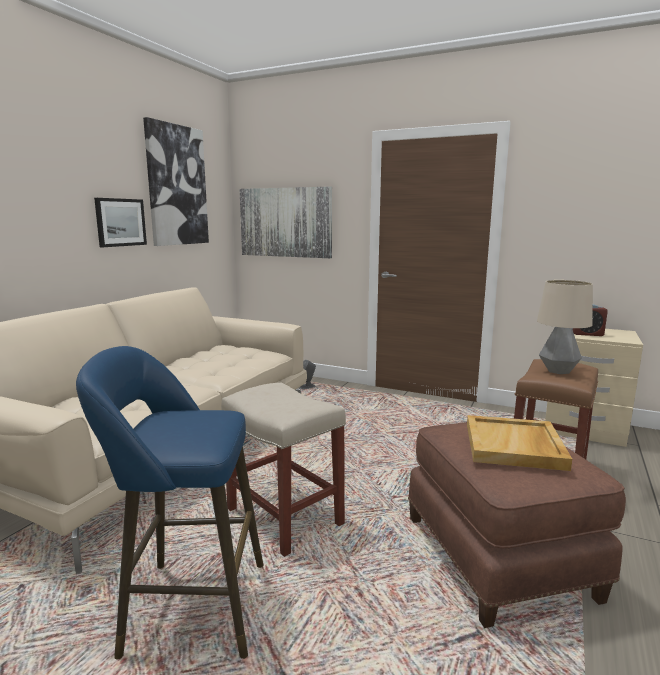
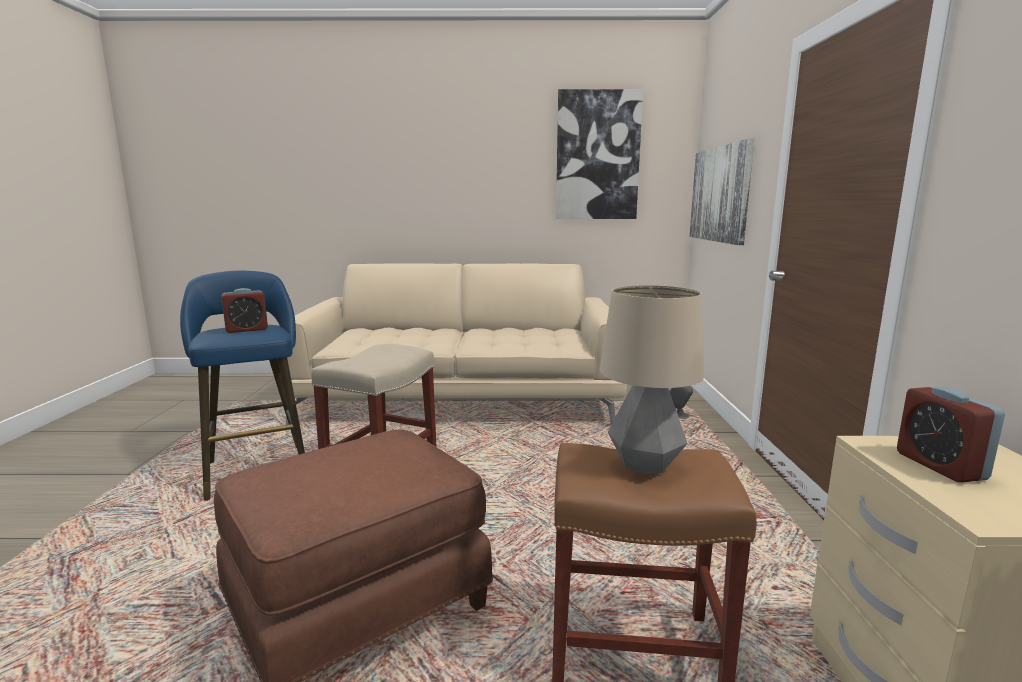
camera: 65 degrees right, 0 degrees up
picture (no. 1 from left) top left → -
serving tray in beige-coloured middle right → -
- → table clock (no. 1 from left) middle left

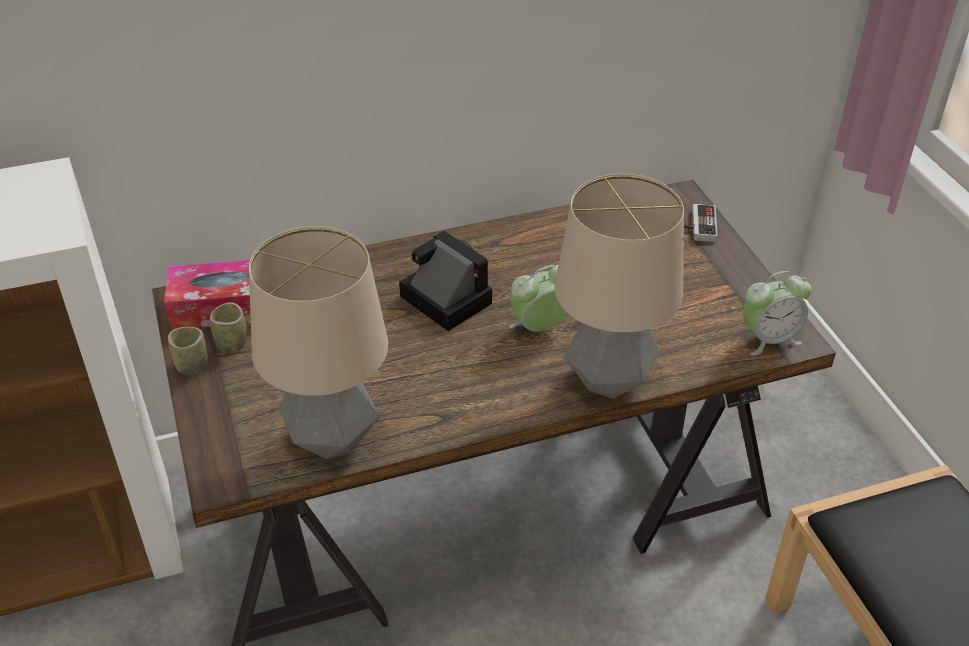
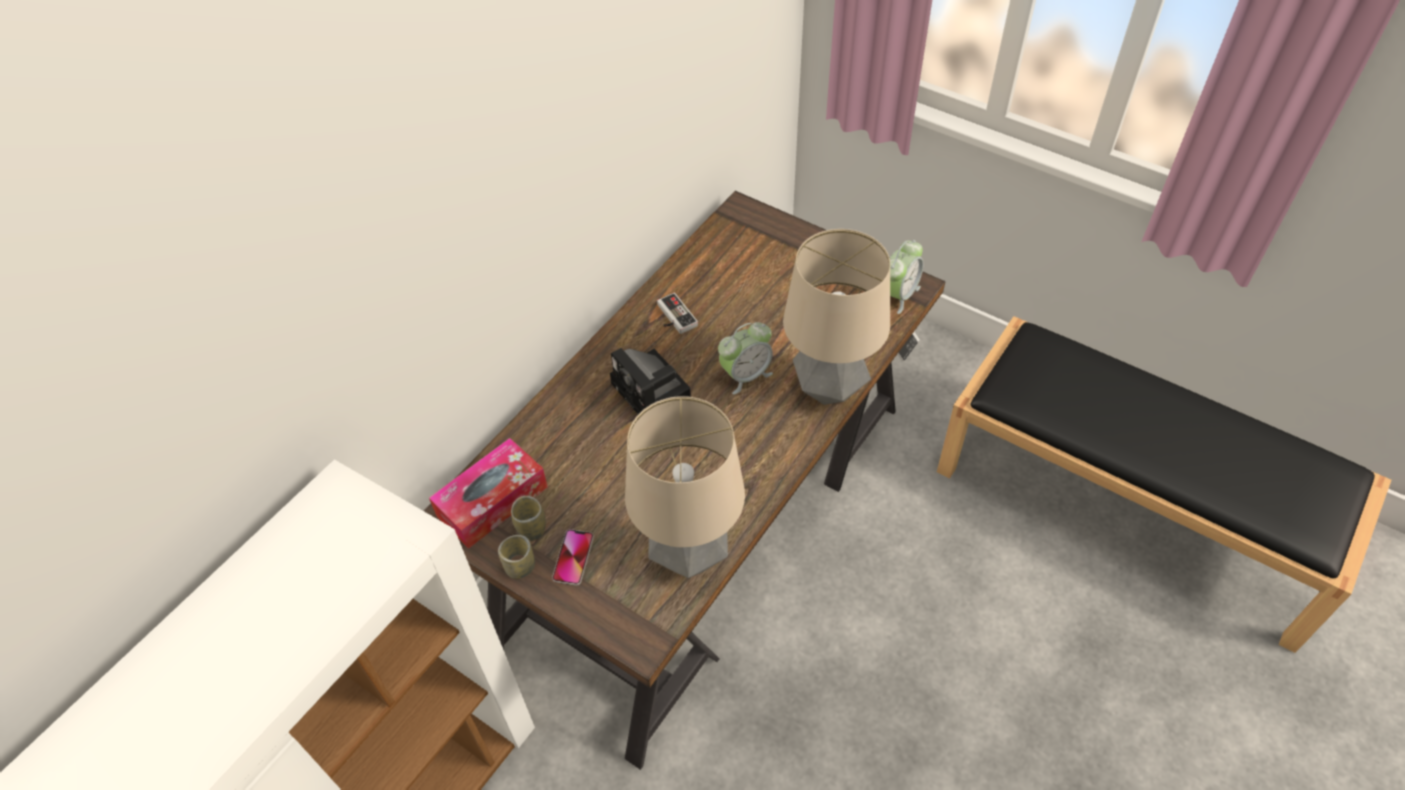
camera: 35 degrees left, 10 degrees up
- → telephone bottom centre
joypad middle right → joypad centre, shifted
still camera centre, 135 degrees counterclockwise
table clock (no. 1 from left) centre, 150 degrees counterclockwise

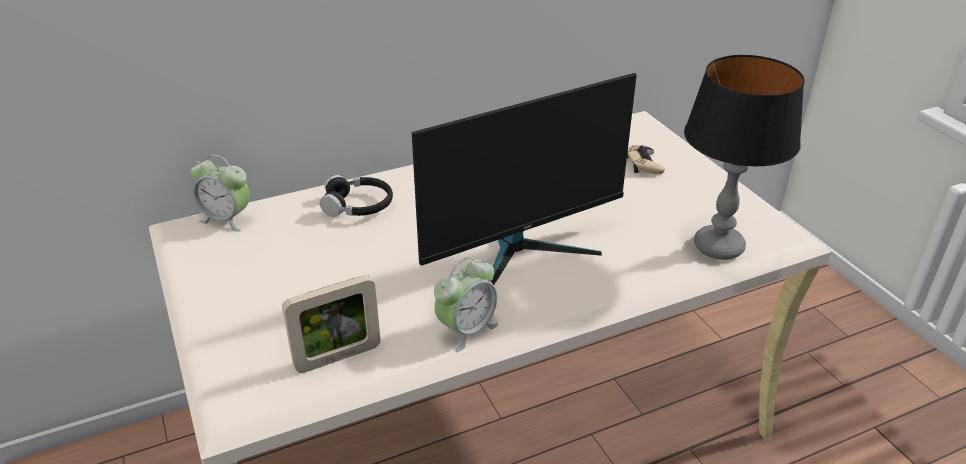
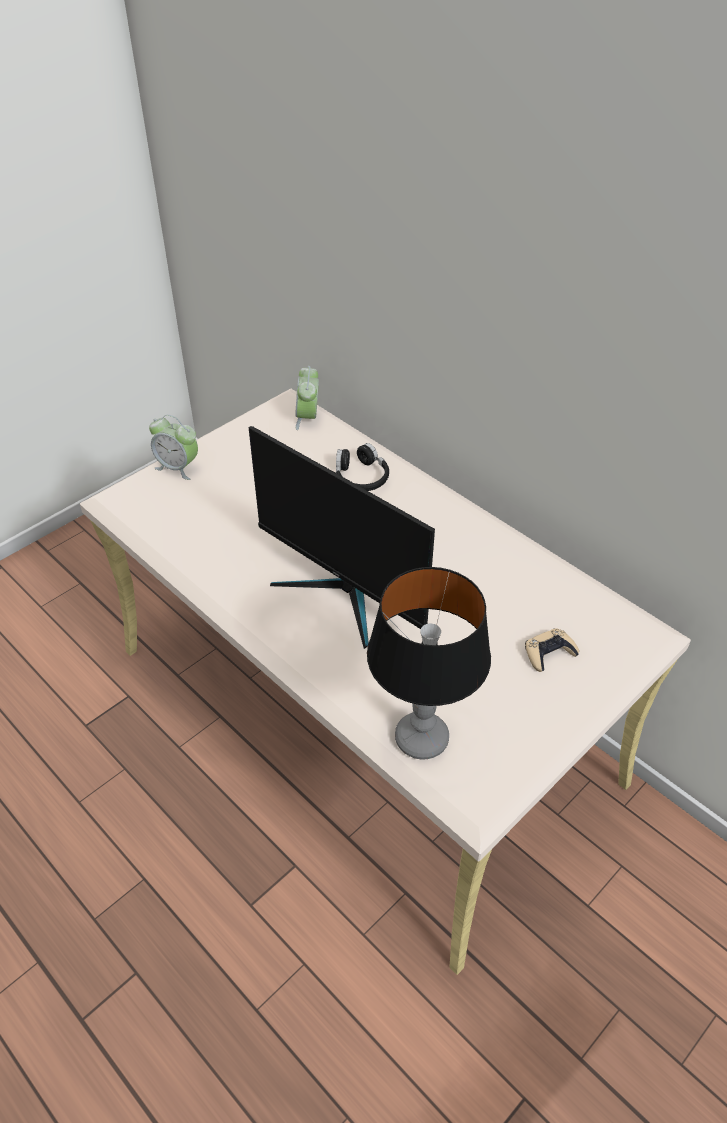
camera: 70 degrees right, 10 degrees up
standing frame bottom centre → -
table clock (no. 2 from left in the first image) centre → table clock (no. 1 from left) middle left, shifted

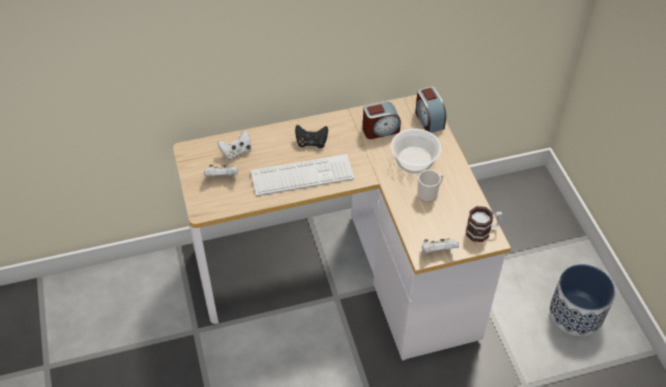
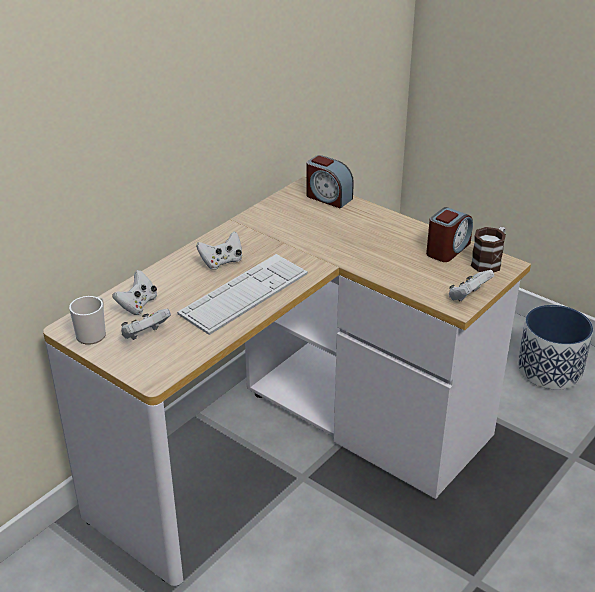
camera: 35 degrees left, 15 degrees down
bowl centre → -
table clock (no. 1 from left in the first image) top centre → table clock (no. 2 from left) middle right, shifted
tea mug (no. 1 from left) centre → tea mug (no. 1 from left) middle left, shifted
joypad in black centre → joypad in white-coloured (no. 3 from left) centre

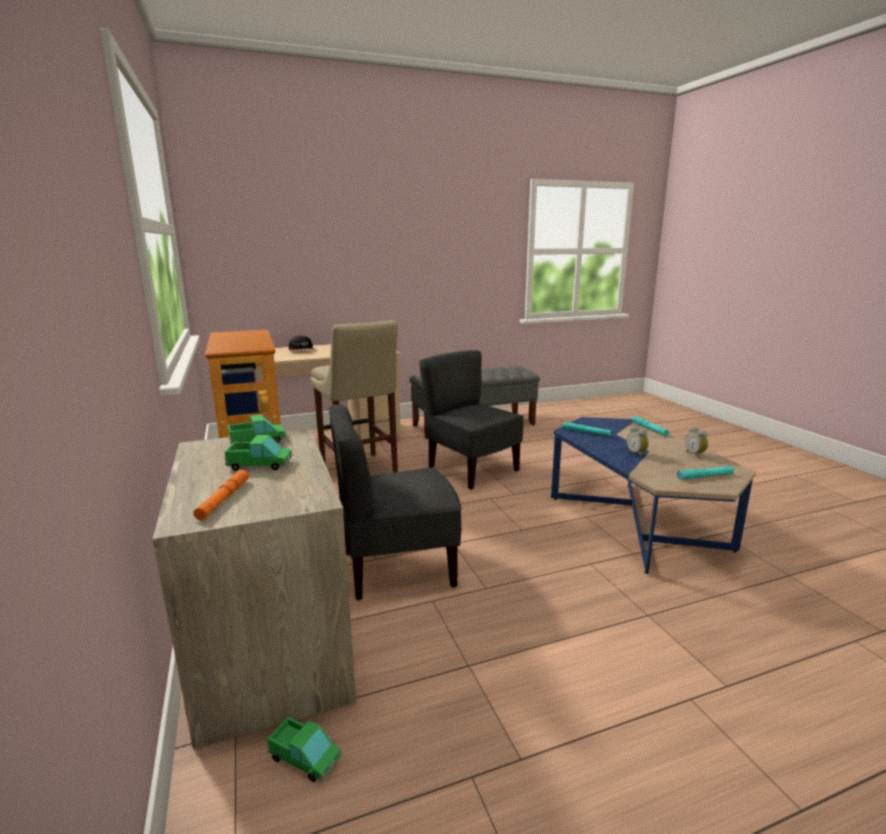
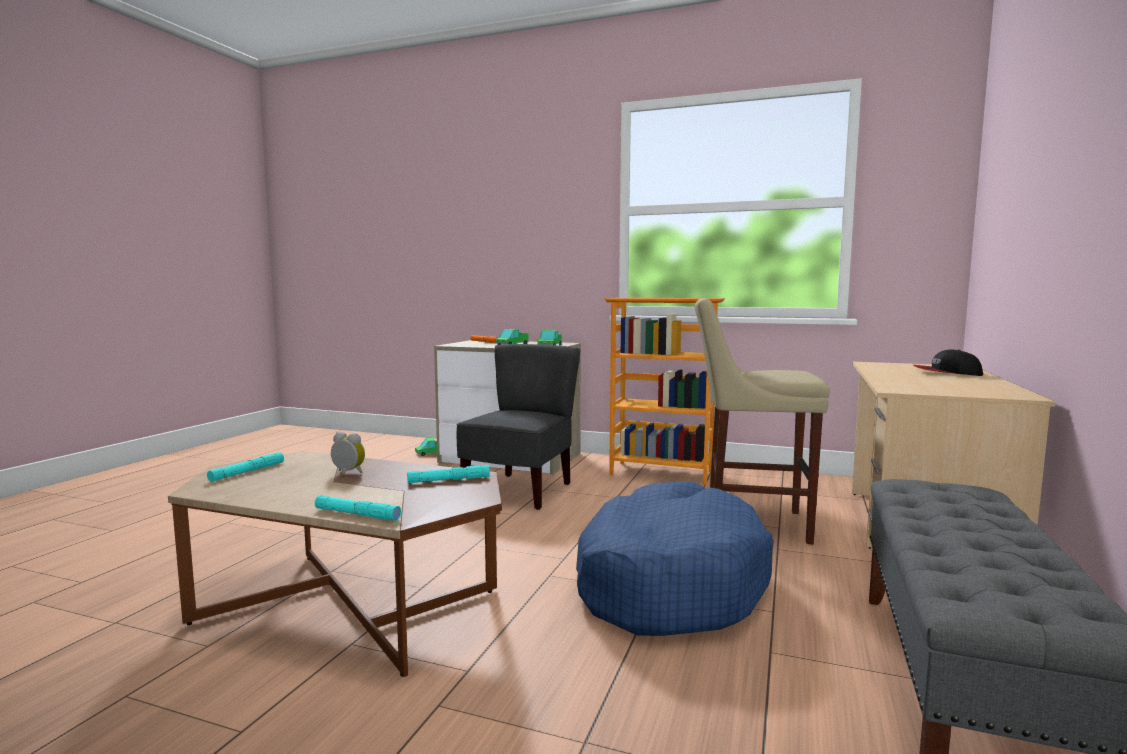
camera: 130 degrees right, 10 degrees down
table clock (no. 2 from left) middle right → -
plain chair in greyish (no. 2 from left) centre → pet bed in blue-coloured bottom centre
coffee table in blue-coloured middle right → coffee table in brown bottom left

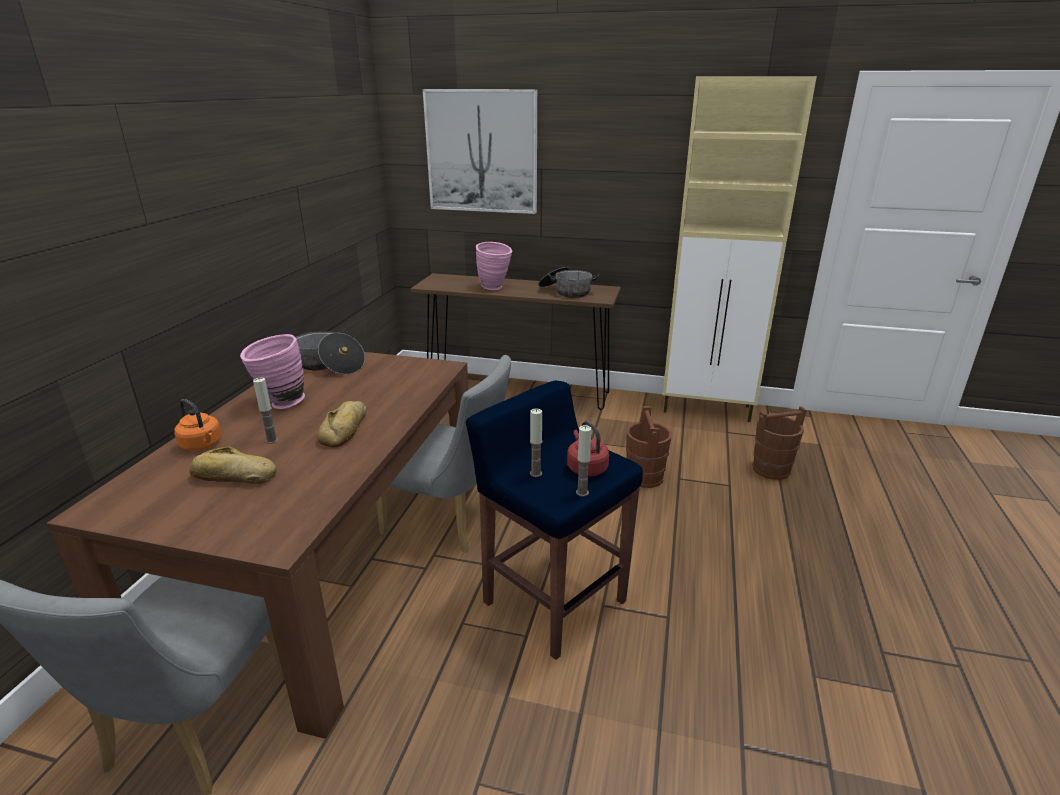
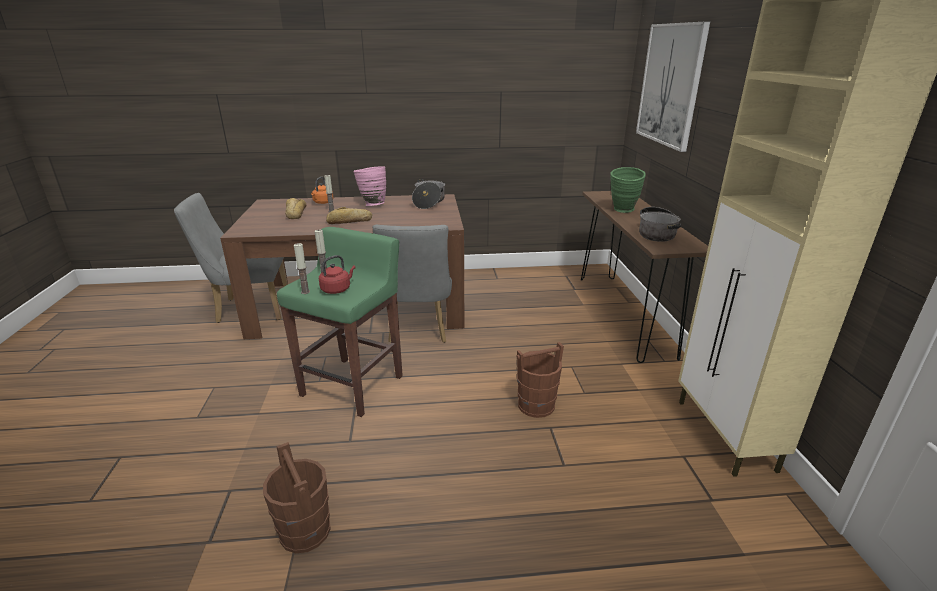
camera: 70 degrees right, 0 degrees up
bucket in brown (no. 2 from left in the first image) middle right → bucket in brown (no. 1 from left) bottom left, shifted
stool in blue-coloured centre → stool in green-coloured centre
decorative vase in pinkish (no. 2 from left) centre → decorative vase in green-coloured top right

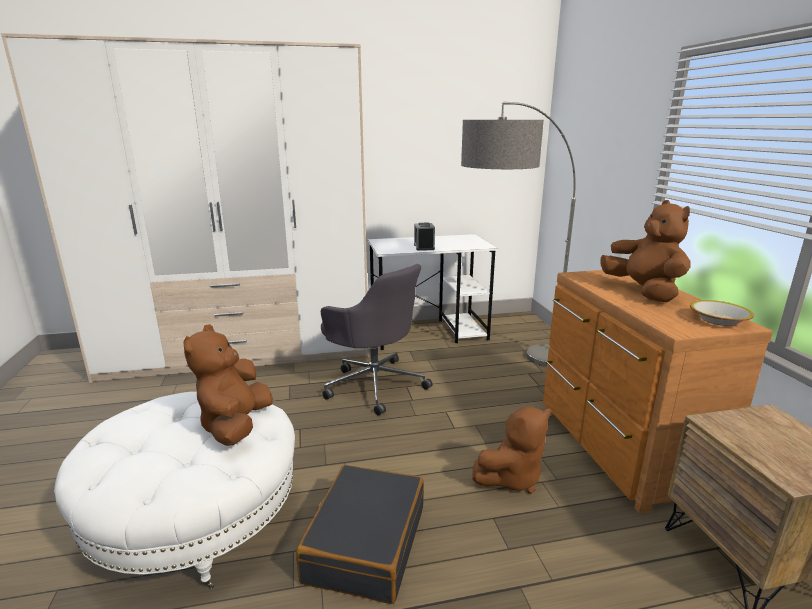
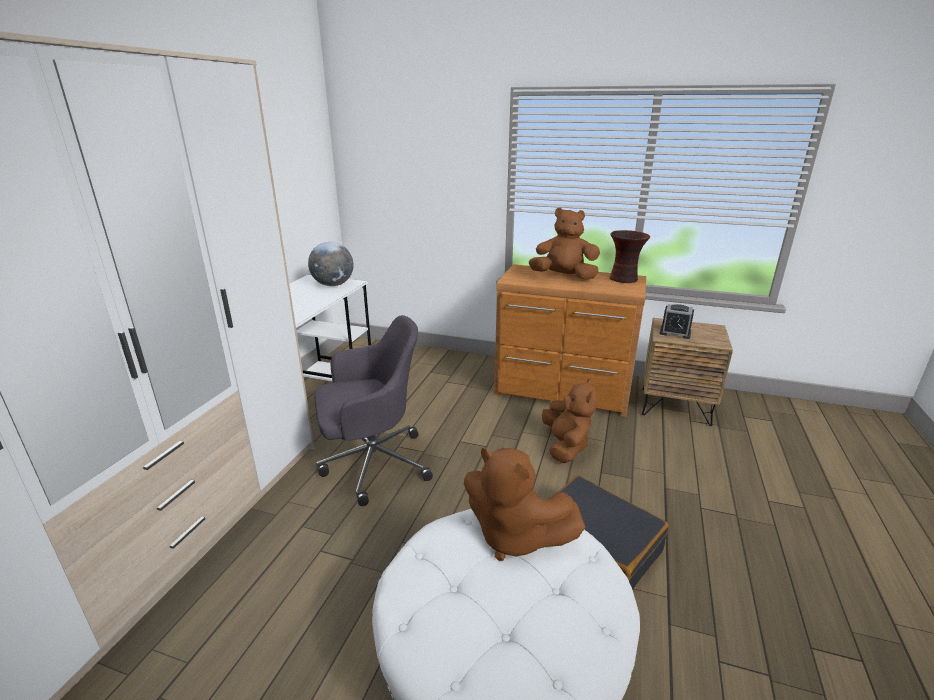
camera: 60 degrees left, 5 degrees up
standing lamp centre → -
- → world globe centre
table clock centre → table clock middle right, shifted
bowl middle right → decorative vase middle right

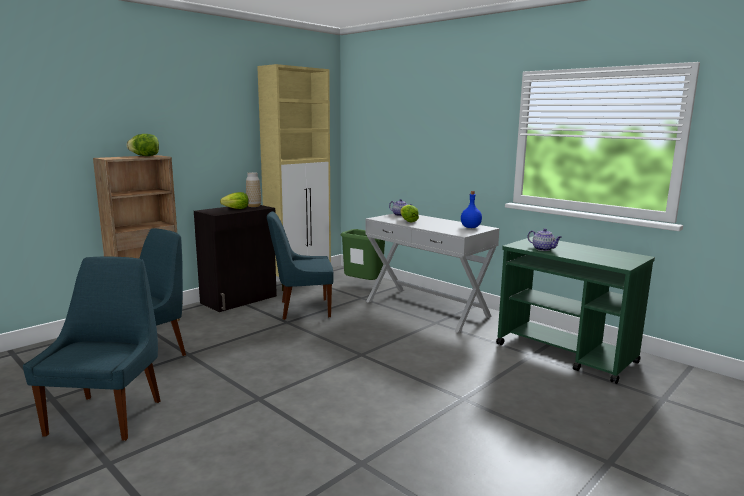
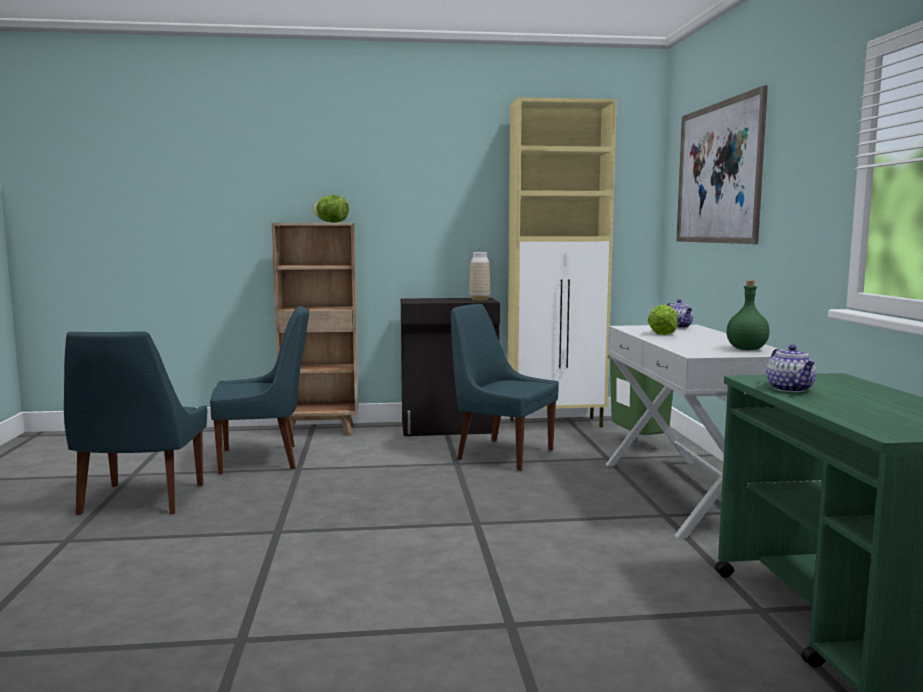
camera: 40 degrees right, 5 degrees down
lettuce head (no. 2 from left) middle left → -
- → picture top right
beverage bottle in blue-coloured centre → beverage bottle in green-coloured middle right
plain chair in blue-coloured (no. 1 from left) bottom left → plain chair in blue-coloured (no. 1 from left) middle left, 135 degrees clockwise

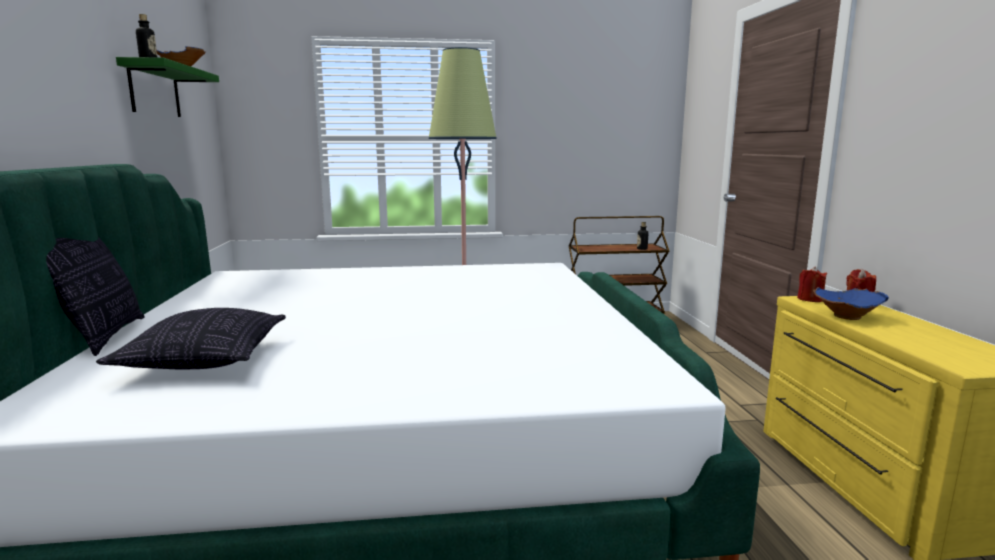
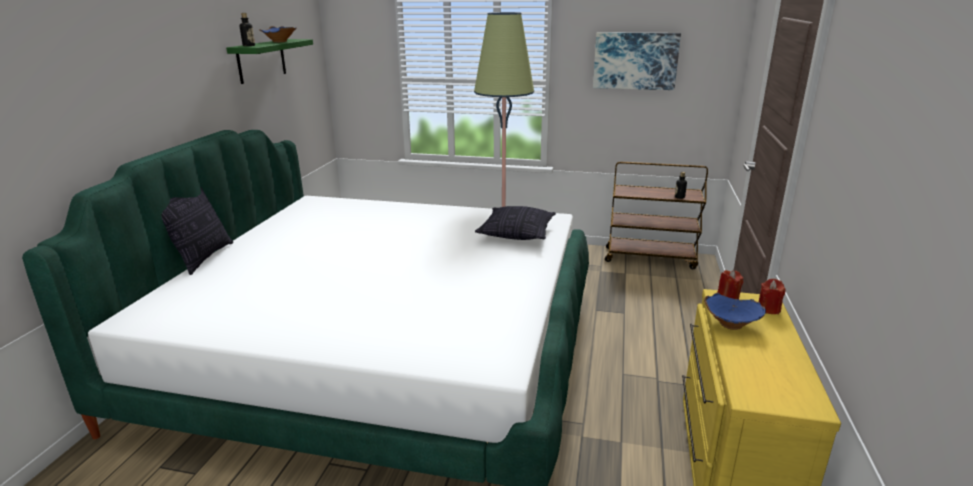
camera: 20 degrees right, 10 degrees up
- → picture top centre
cushion (no. 2 from left) middle left → cushion (no. 2 from left) centre, shifted

